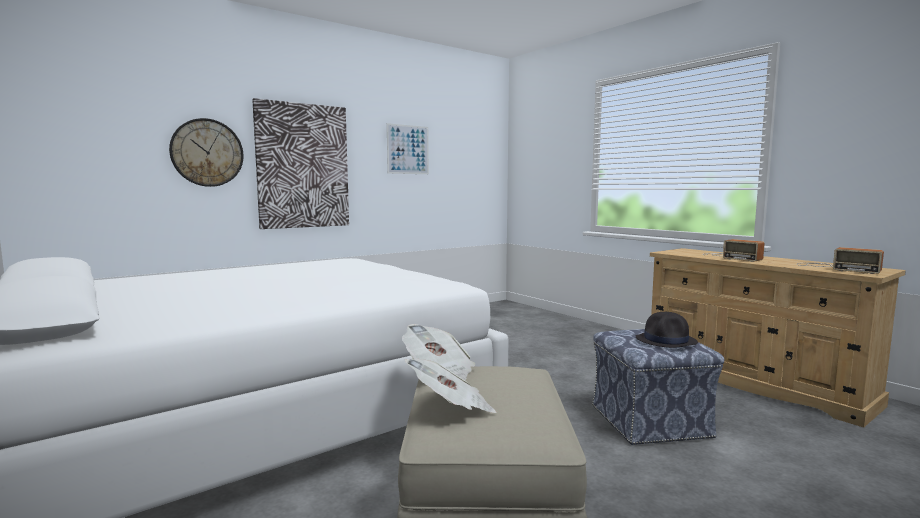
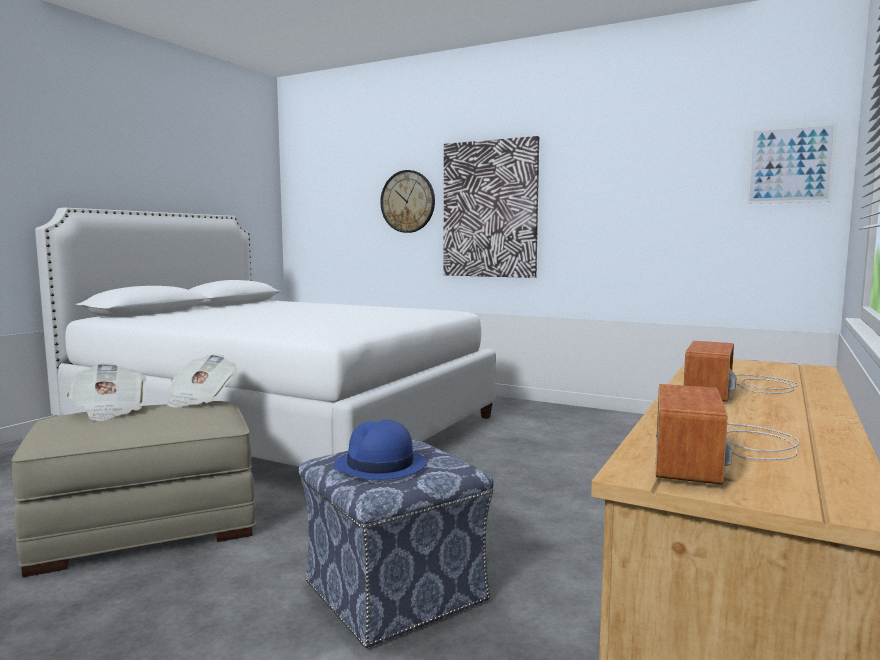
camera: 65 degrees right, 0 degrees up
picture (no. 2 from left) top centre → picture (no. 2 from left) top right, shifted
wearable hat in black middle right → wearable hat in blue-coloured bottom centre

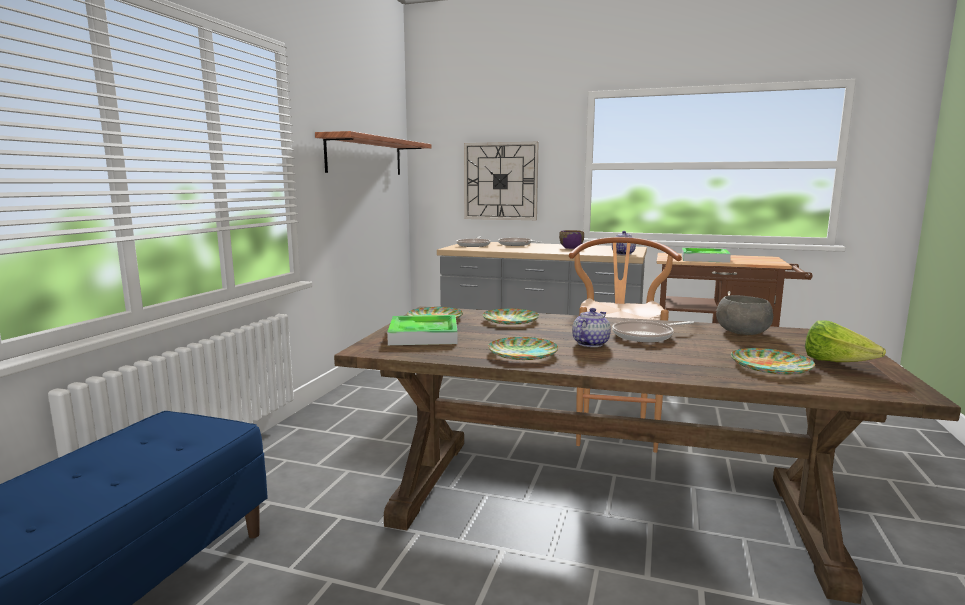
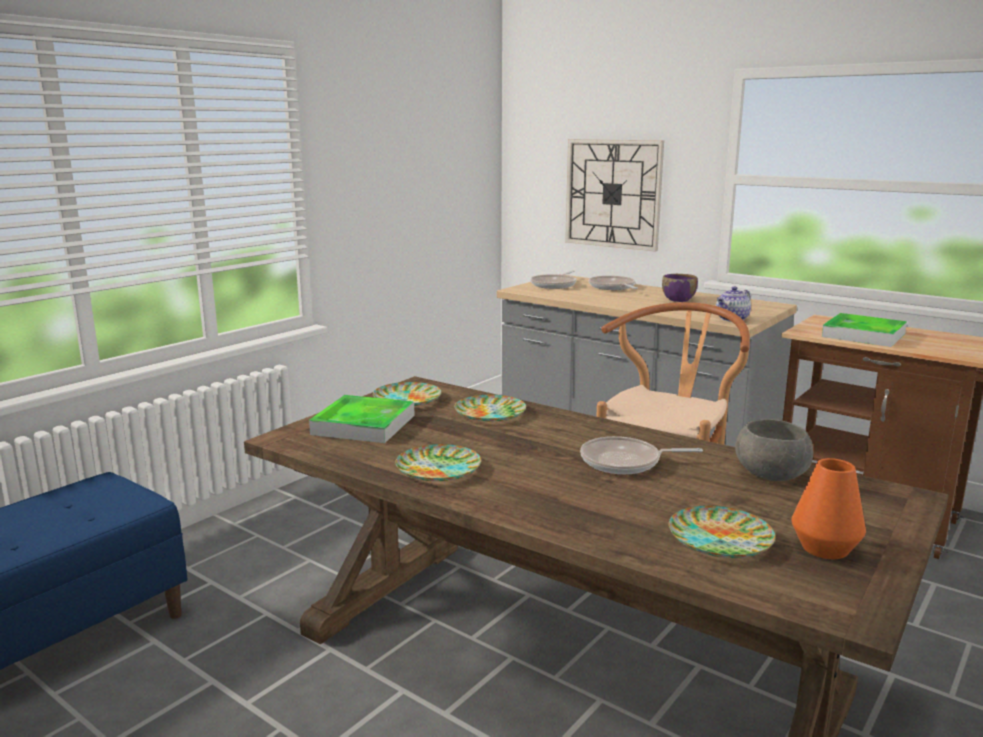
camera: 20 degrees right, 5 degrees up
bracket shelf top centre → -
tea pot (no. 1 from left) centre → -
lettuce head middle right → decorative vase in orangey bottom right

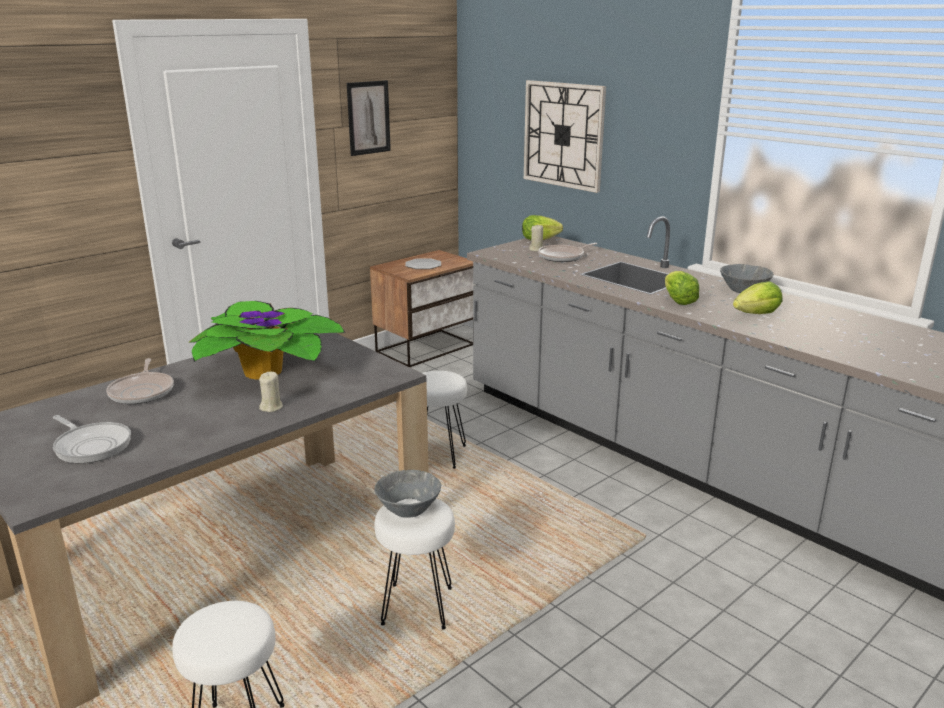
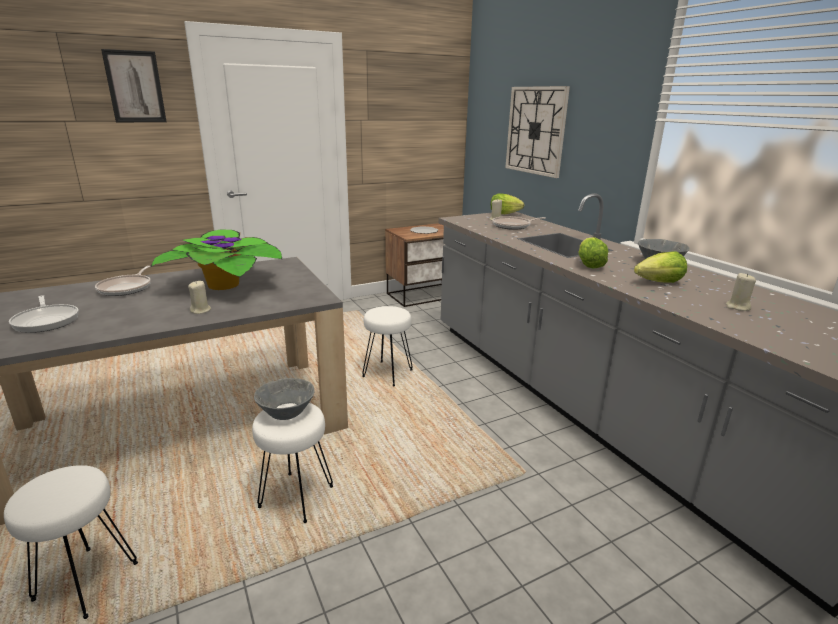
camera: 15 degrees right, 0 degrees up
- → candle in beige-coloured (no. 3 from left) middle right
picture top centre → picture top left, shifted

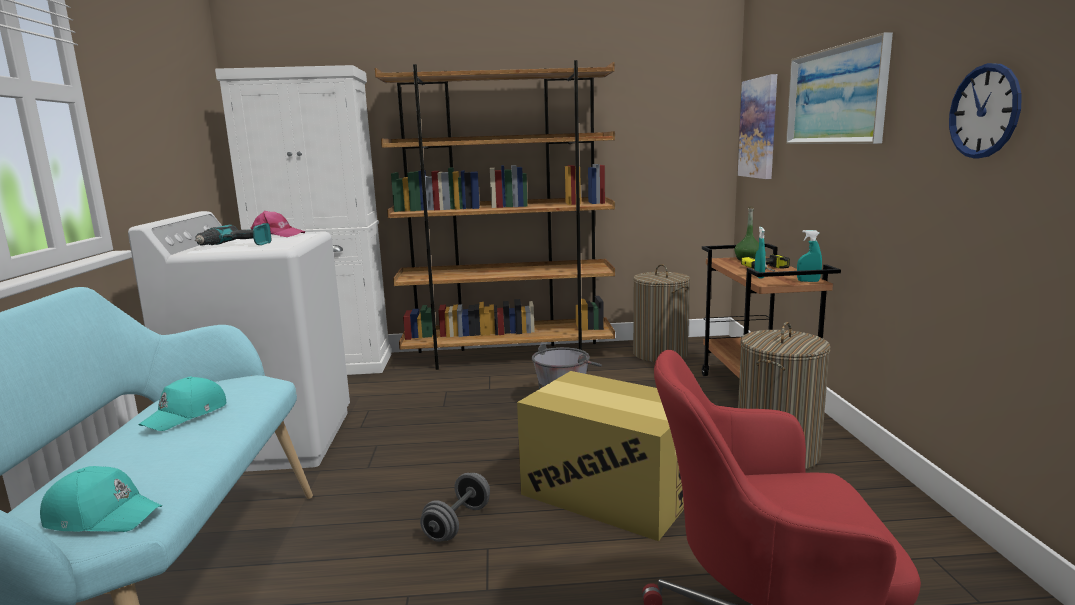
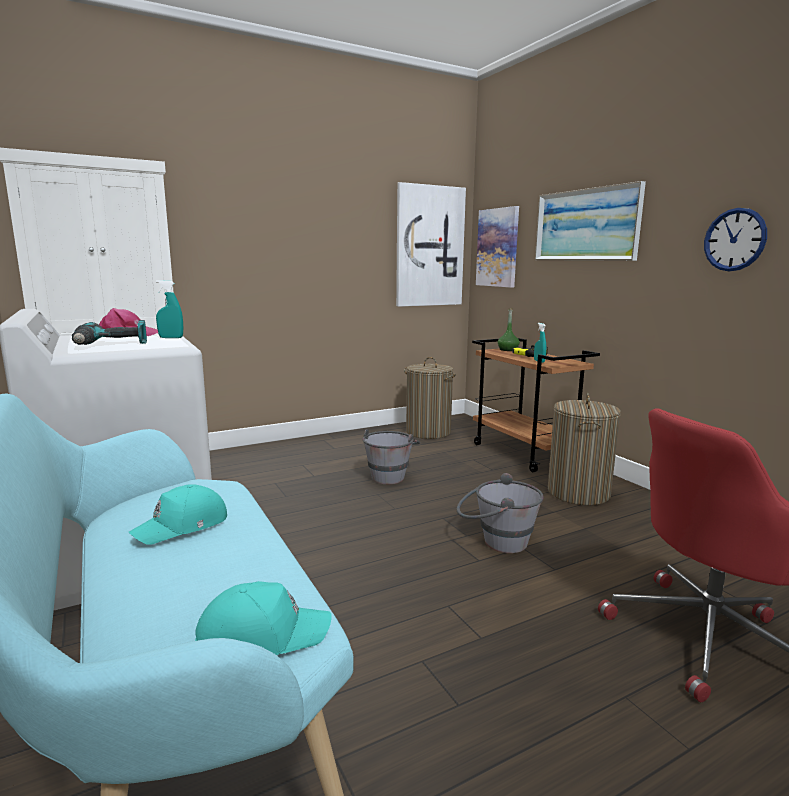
camera: 25 degrees left, 0 degrees up
shelving unit in brown centre → -
free weight in greyish bottom centre → -
- → picture (no. 1 from left) top centre
hand sprayer in turquoise (no. 2 from left in the first image) middle right → hand sprayer in turquoise (no. 1 from left) middle left, shifted
packing box bottom centre → bucket in greyish (no. 2 from left) centre
peaked cap in turquoise (no. 2 from left in the first image) bottom left → peaked cap in turquoise (no. 1 from left) middle left, 45 degrees clockwise

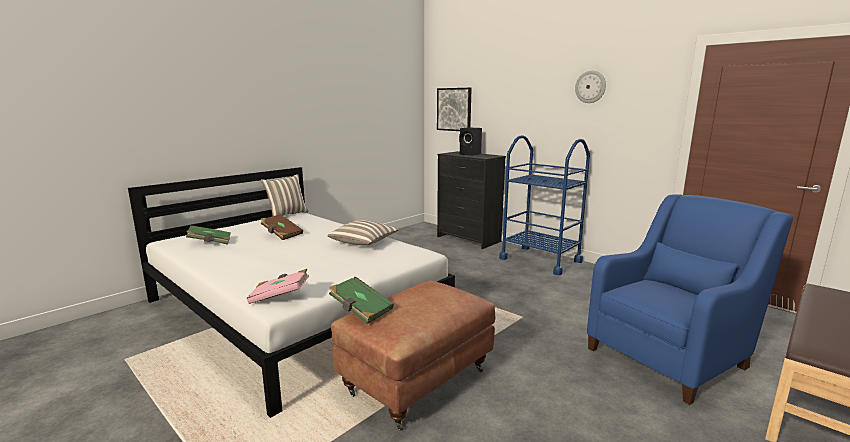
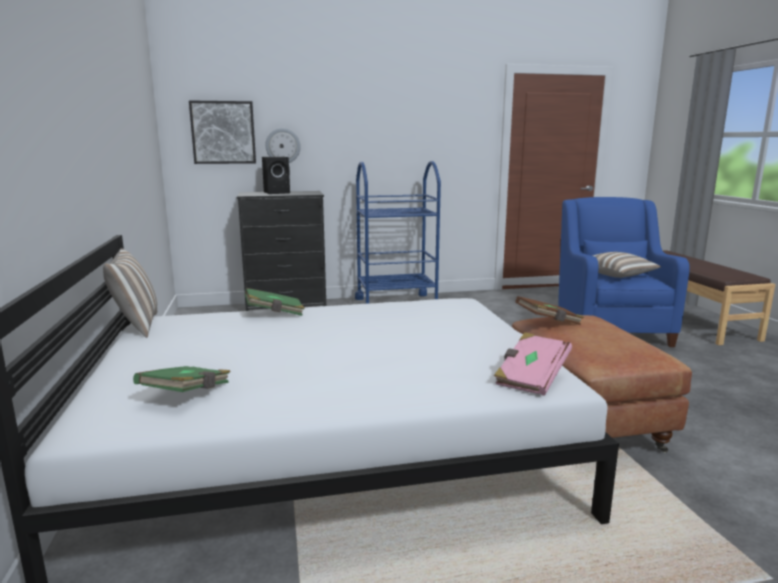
camera: 55 degrees left, 0 degrees up
volume in brown middle left → volume in brown middle right, shifted
cushion (no. 2 from left) centre → cushion (no. 2 from left) middle right, shifted
volume in green-coloured (no. 2 from left) bottom centre → volume in green-coloured (no. 2 from left) centre, shifted
wall clock top right → wall clock top centre, shifted

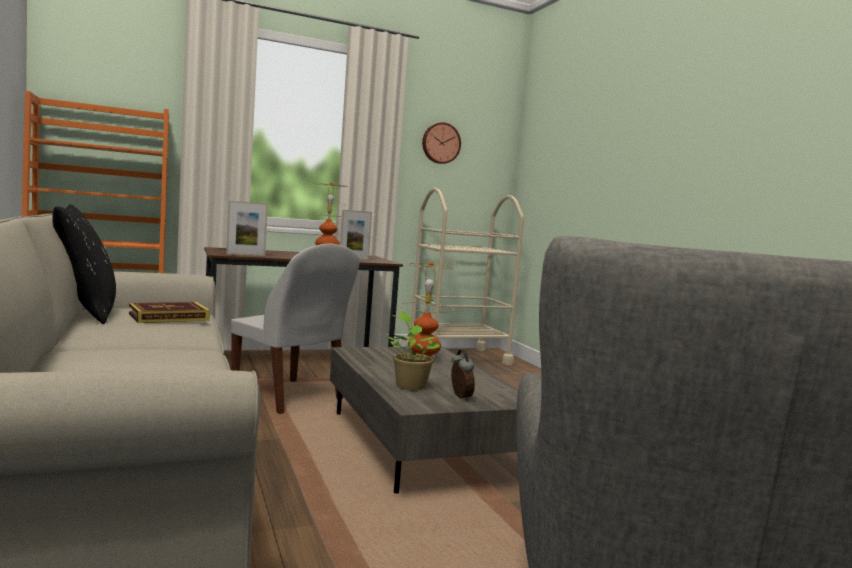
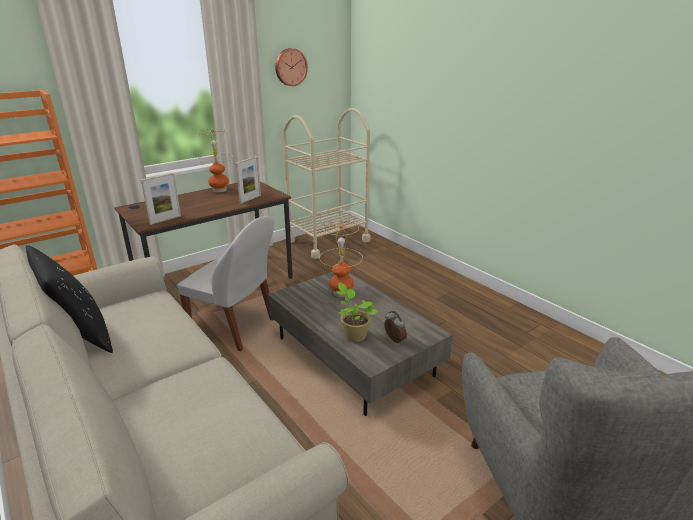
camera: 15 degrees left, 20 degrees up
volume middle left → -

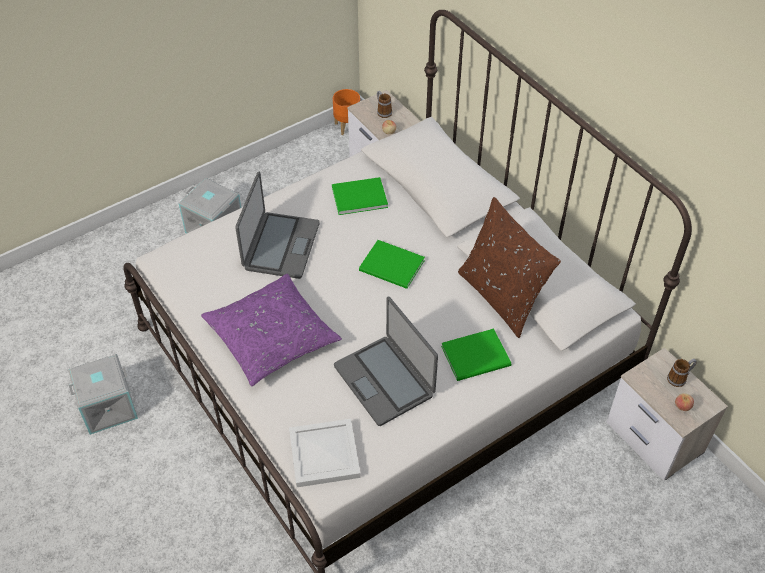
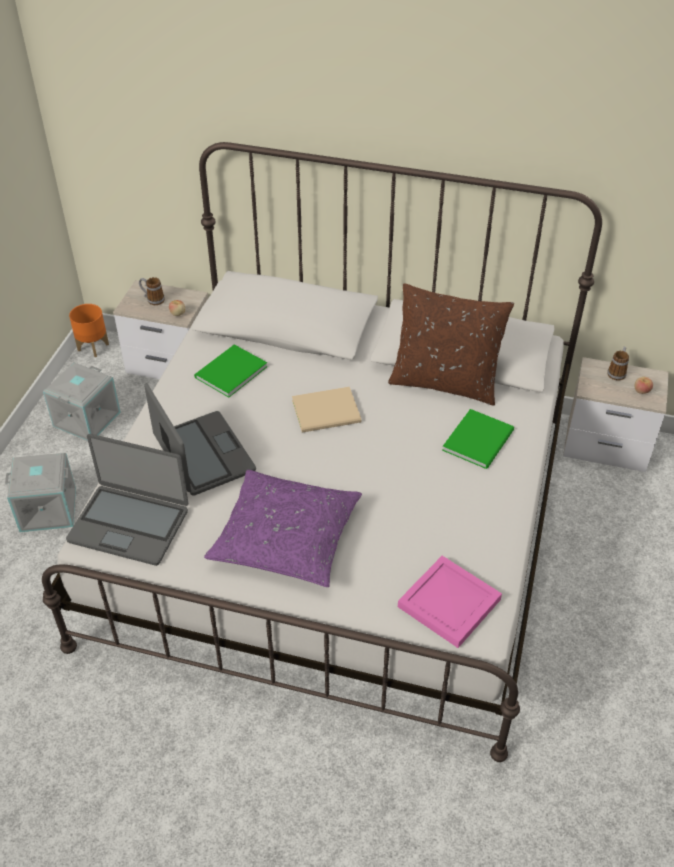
camera: 40 degrees left, 5 degrees down
storage box in greyish (no. 1 from left in the first image) bottom left → storage box in greyish (no. 2 from left) middle left, shifted
laptop (no. 2 from left in the first image) centre → laptop (no. 1 from left) middle left, shifted
serving tray in white-coloured bottom centre → serving tray in pinkish bottom right
volume in green-coloured (no. 2 from left) centre → volume in beige-coloured centre

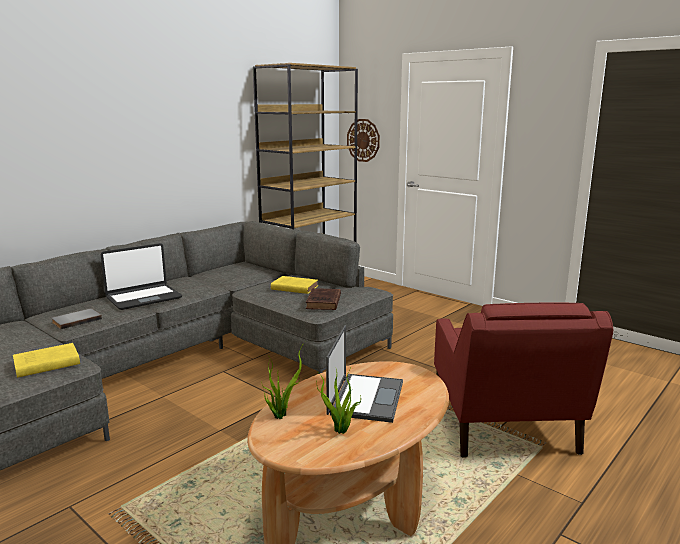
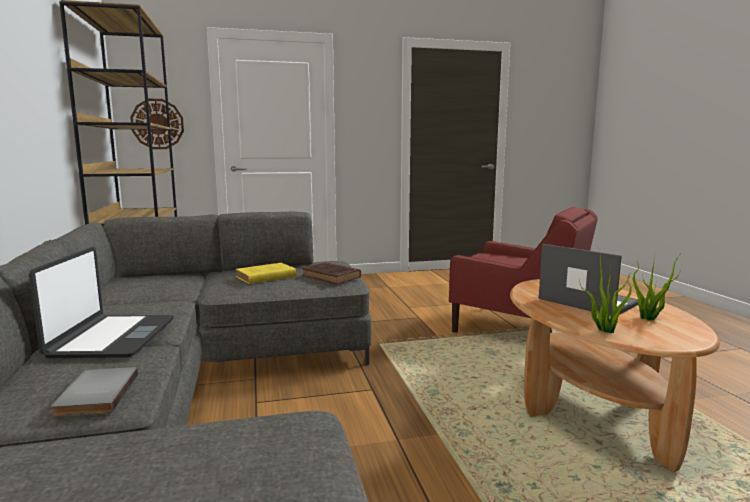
camera: 55 degrees left, 5 degrees down
volume in yellow-coloured (no. 1 from left) middle left → -

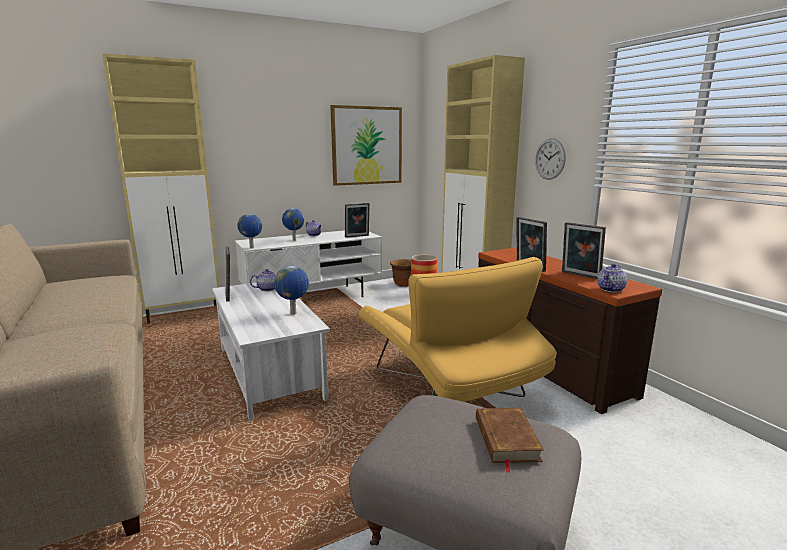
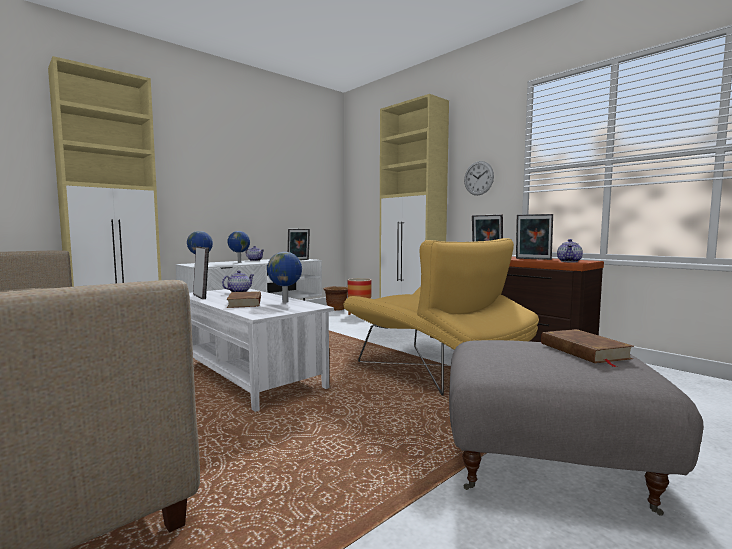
camera: 15 degrees left, 10 degrees down
picture top centre → -
- → volume in brown (no. 1 from left) middle left

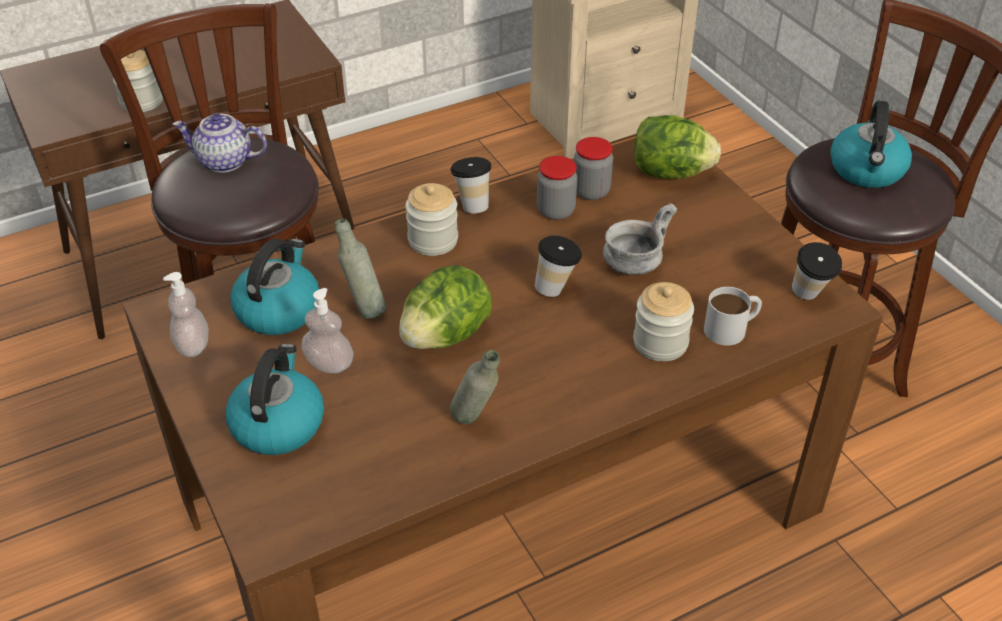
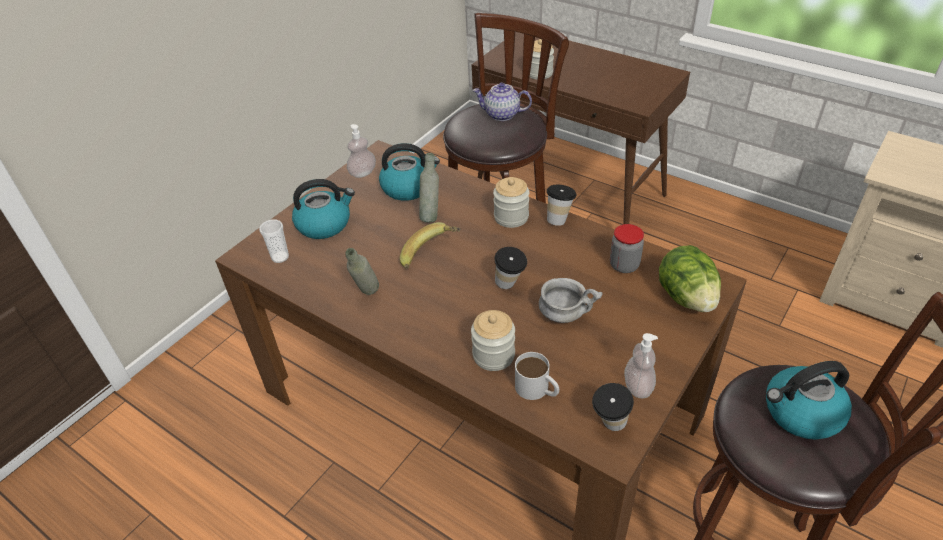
camera: 65 degrees right, 0 degrees up
jar (no. 3 from left) top centre → -
- → drinking cup (no. 1 from left) middle left
liquid soap bottle (no. 2 from left) middle left → liquid soap bottle (no. 2 from left) bottom right, shifted
lettuce head (no. 1 from left) centre → whole banana centre
tea pot top left → tea pot top centre, 60 degrees counterclockwise

